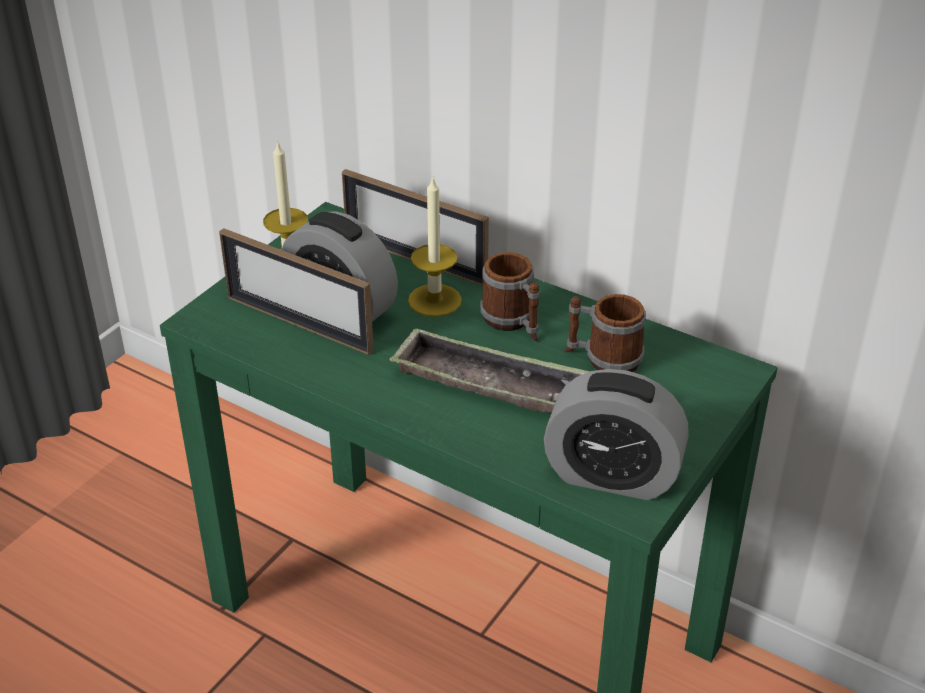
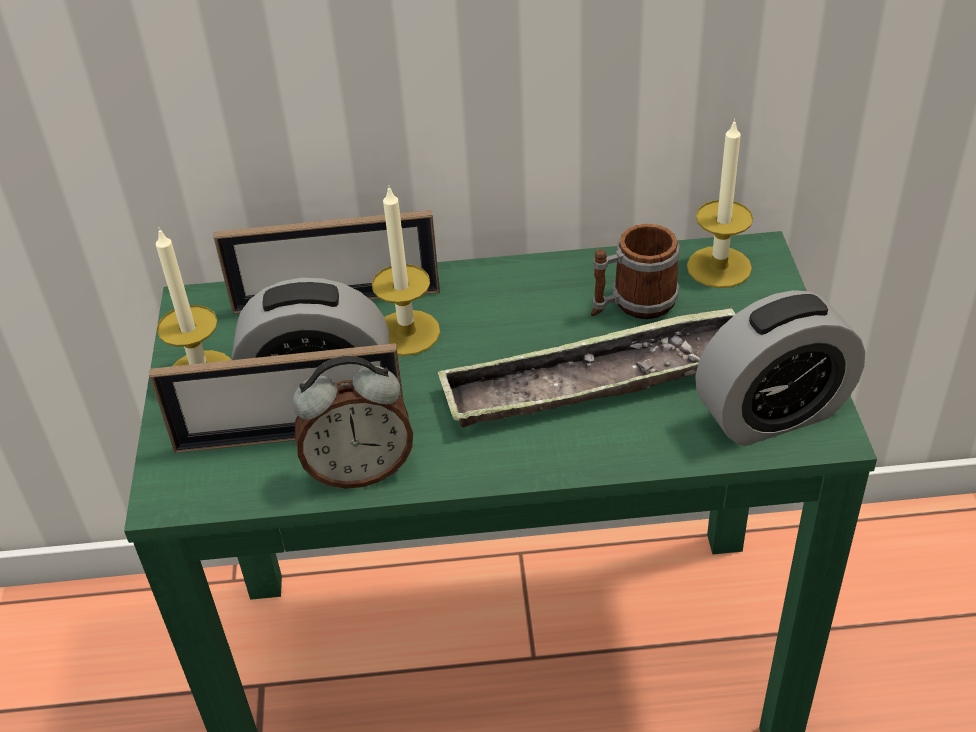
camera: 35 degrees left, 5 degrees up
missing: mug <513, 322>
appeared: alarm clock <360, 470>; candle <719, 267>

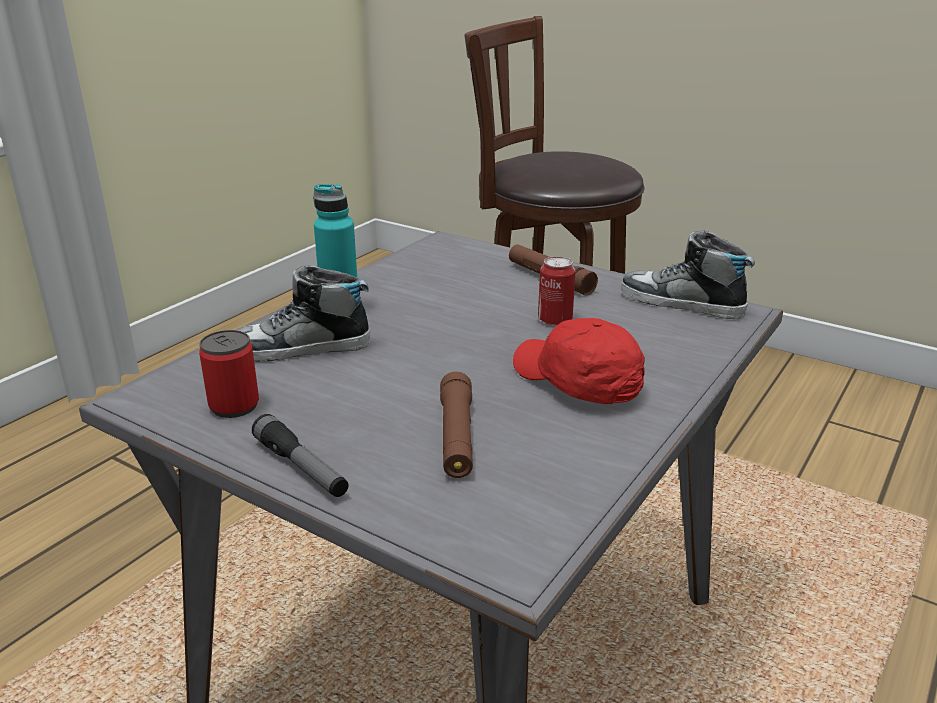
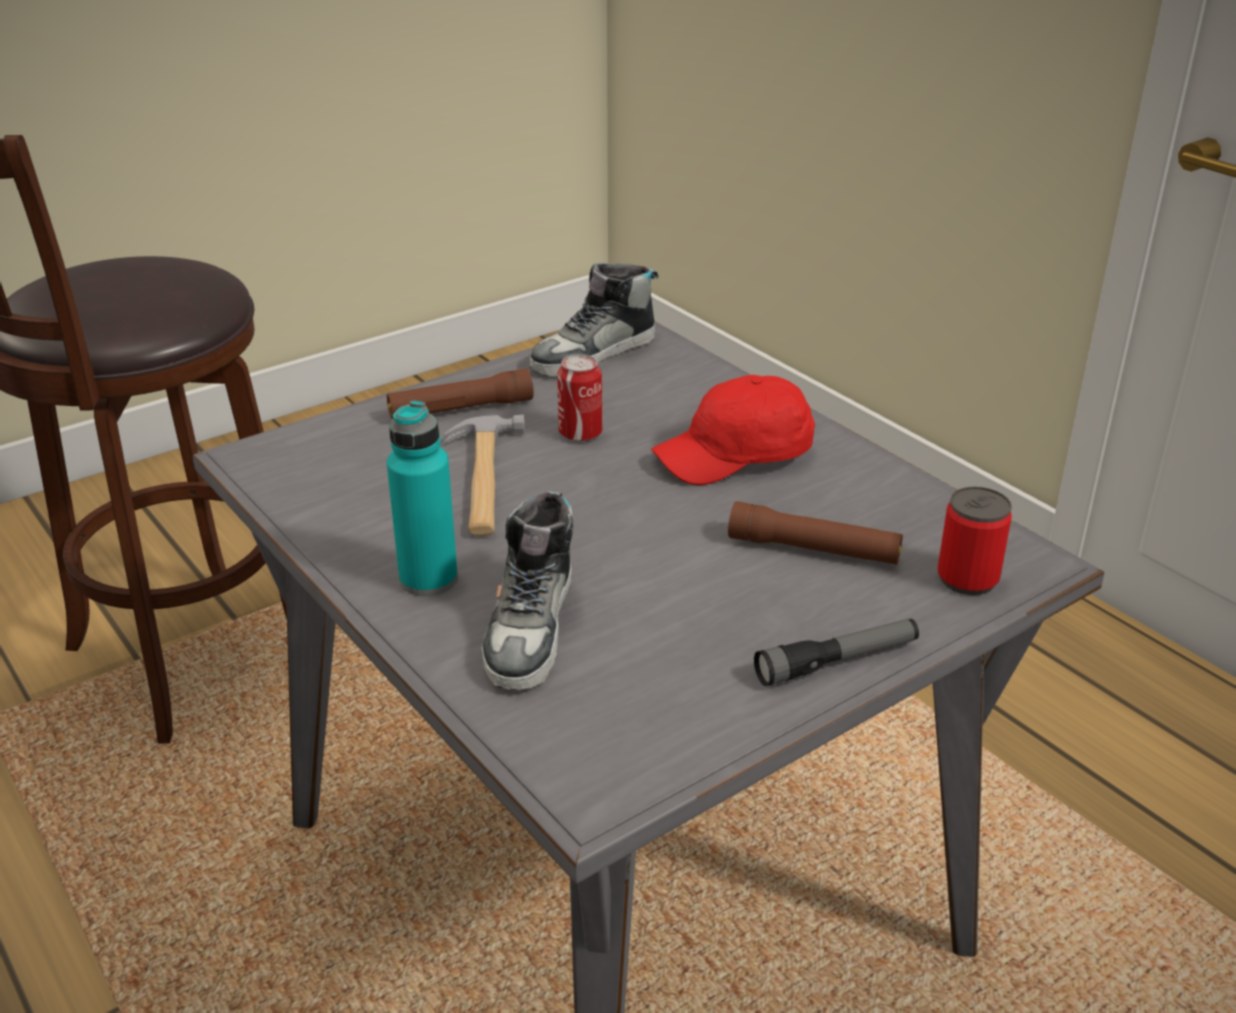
camera: 70 degrees left, 5 degrees up
appeared: hammer <482, 480>
relocated: can <234, 406> to <967, 579>

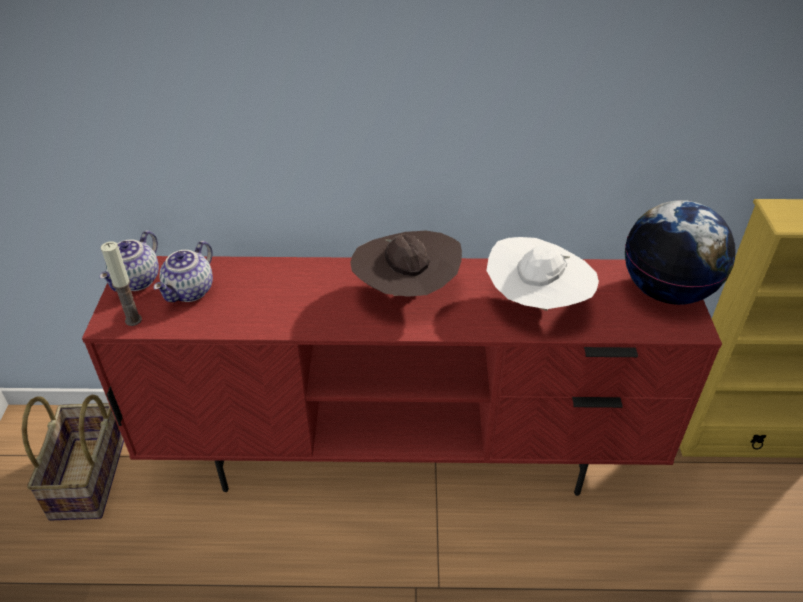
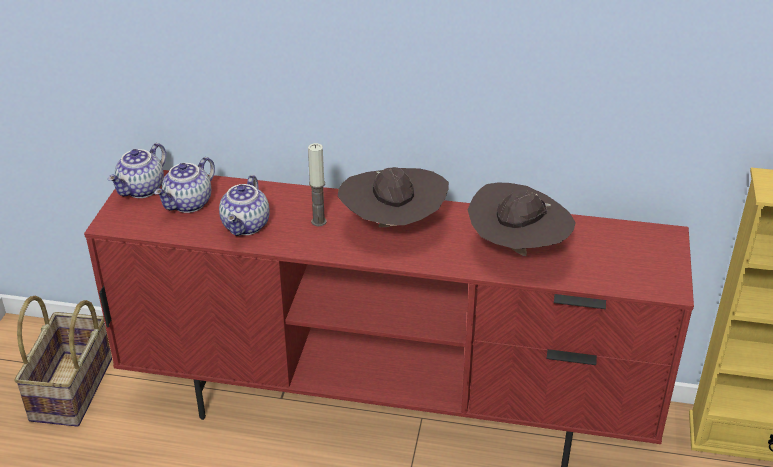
camera: 10 degrees right, 5 degrees down
missing: globe <667, 291>
appeared: teapot <247, 226>
relocated: candle <133, 320> to <319, 221>
colour: white hat <536, 304> to brown hat <517, 250>

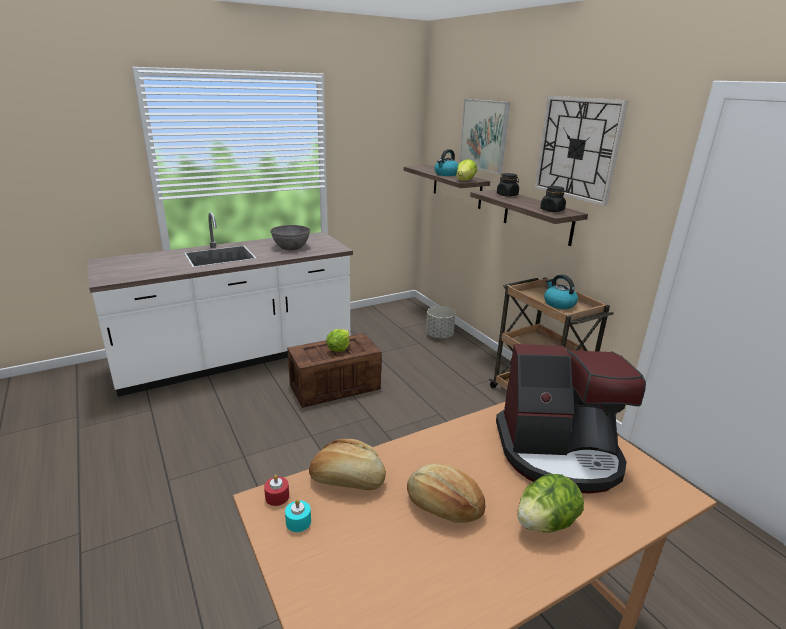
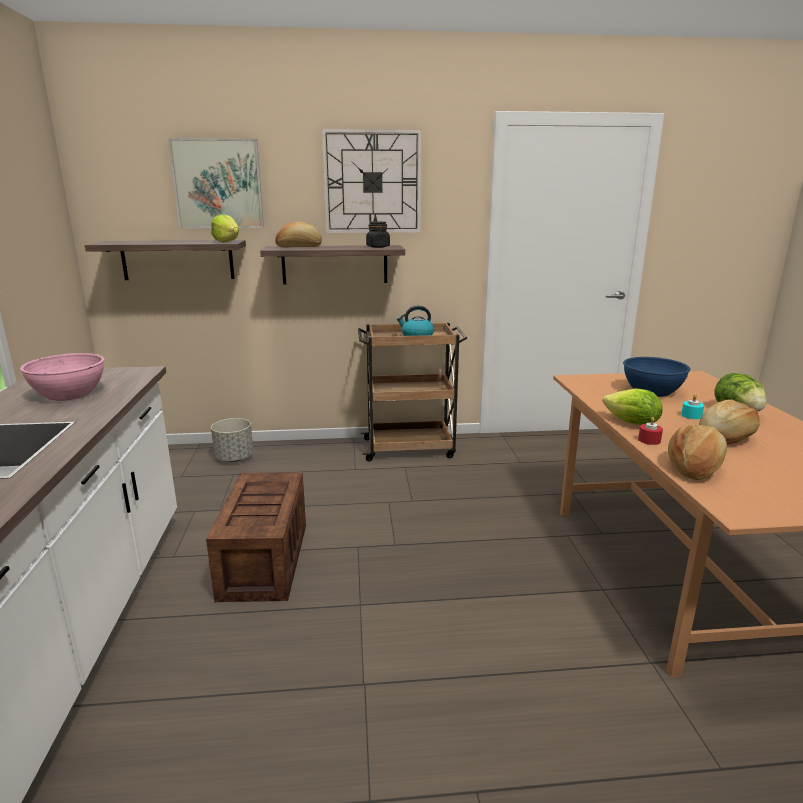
camera: 65 degrees left, 5 degrees down
missing: kettle <446, 174>
relocated: red candle <277, 496> to <649, 440>; turquoise candle <298, 522> to <691, 415>; lettuce <338, 348> to <632, 423>
exchanged: coffee machine <559, 453> to blue bowl <652, 391>; black jar <507, 195> to bread <299, 247>
colour: grey bowl <291, 247> to pink bowl <69, 394>

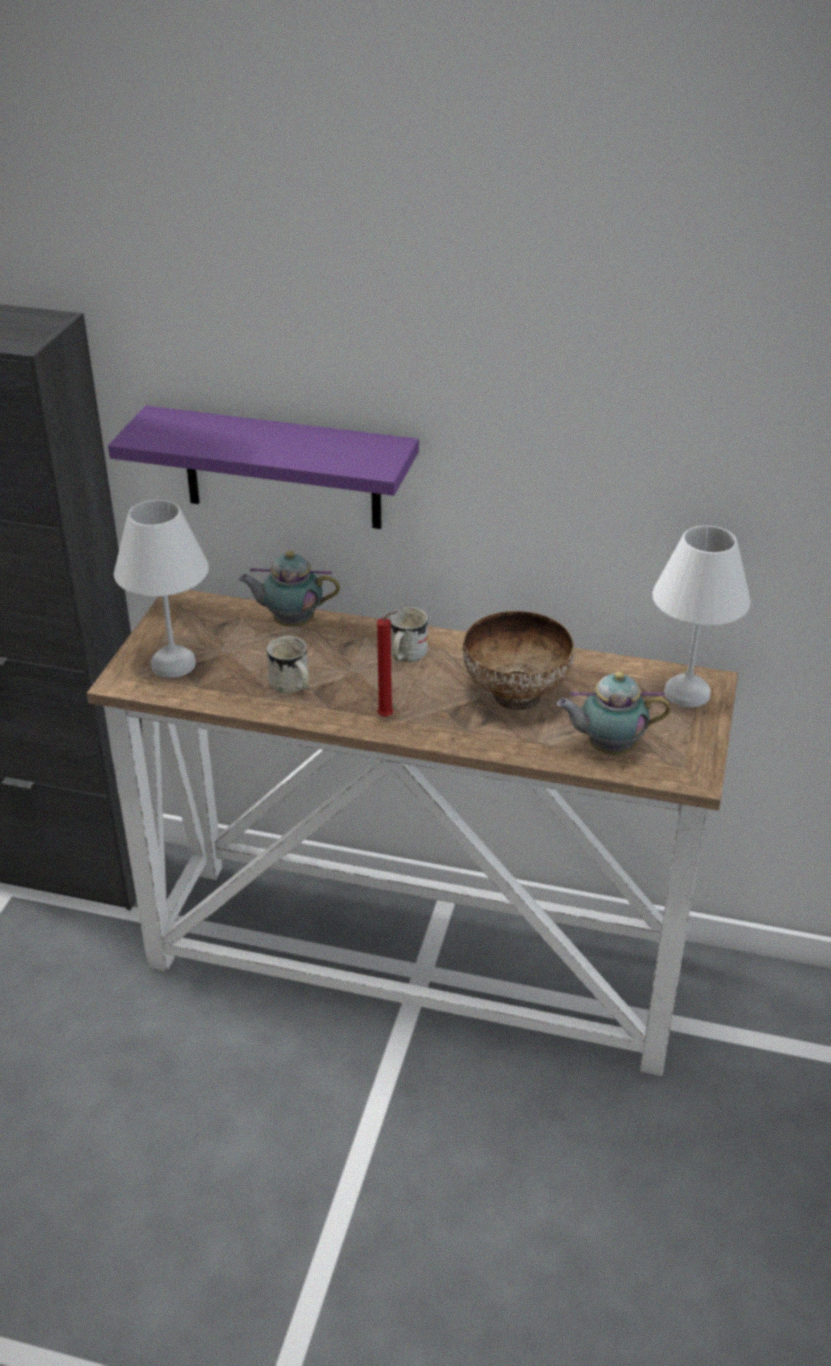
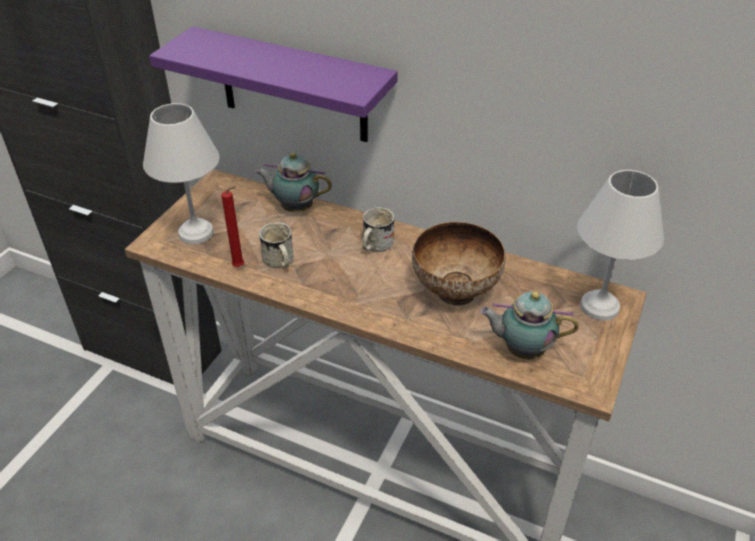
camera: 10 degrees right, 5 degrees up
relocated: red candle <388, 717> to <240, 267>

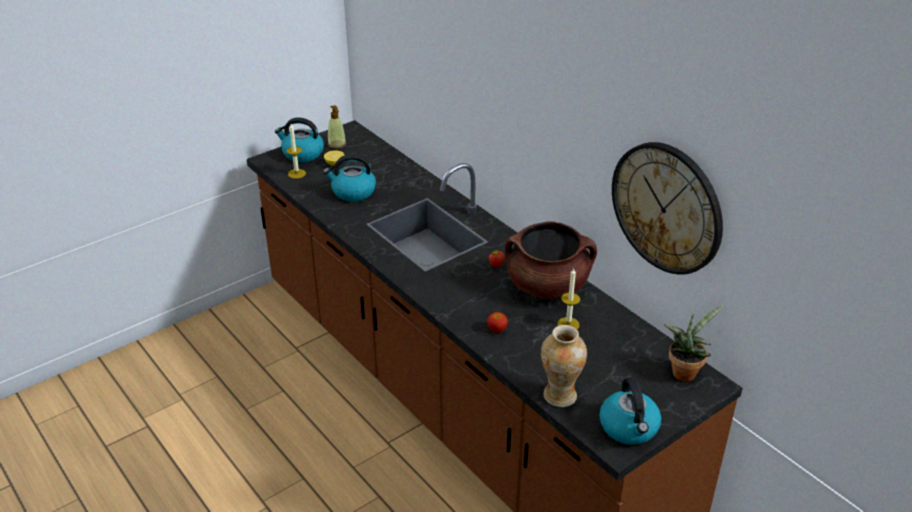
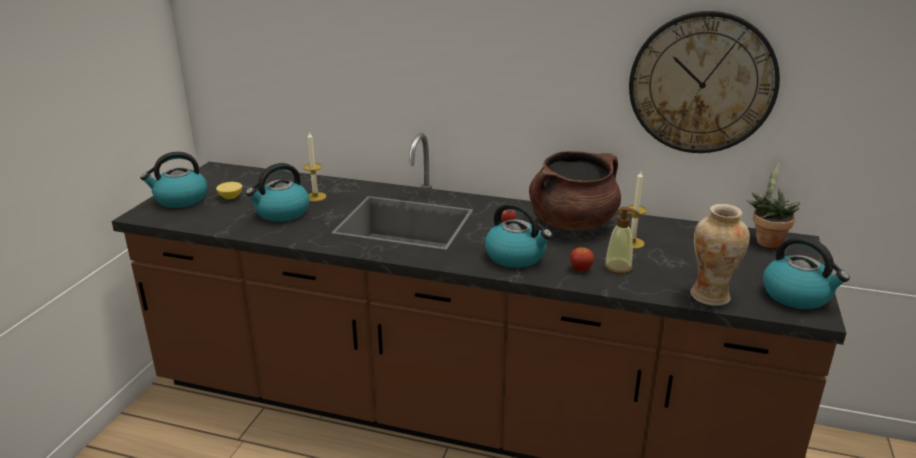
camera: 35 degrees left, 10 degrees down
appeared: kettle <516, 256>
relocated: candle <296, 173> to <315, 197>; soap dispenser <337, 145> to <618, 267>

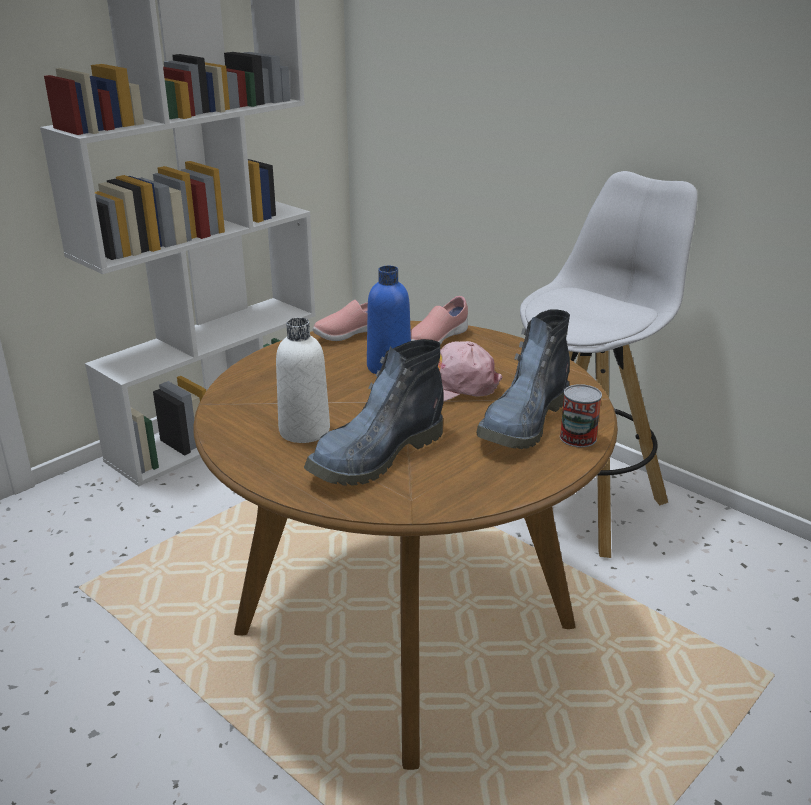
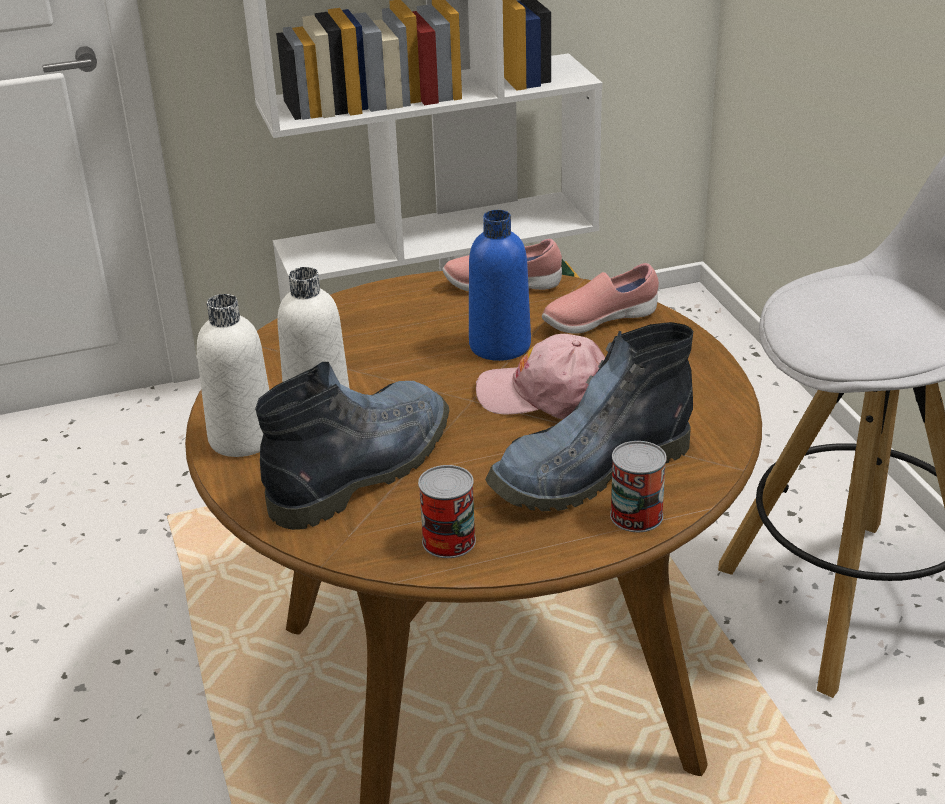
camera: 30 degrees right, 5 degrees up
appeared: white bottle <242, 438>; can <449, 541>
spun: boot <376, 457> = <363, 467> 150 degrees clockwise

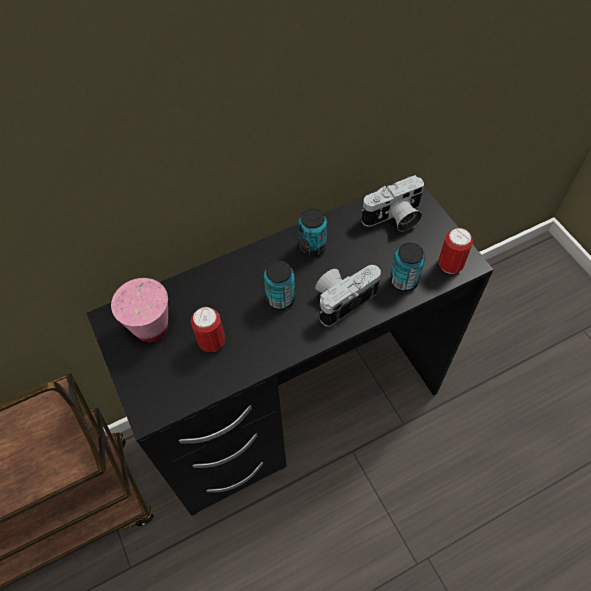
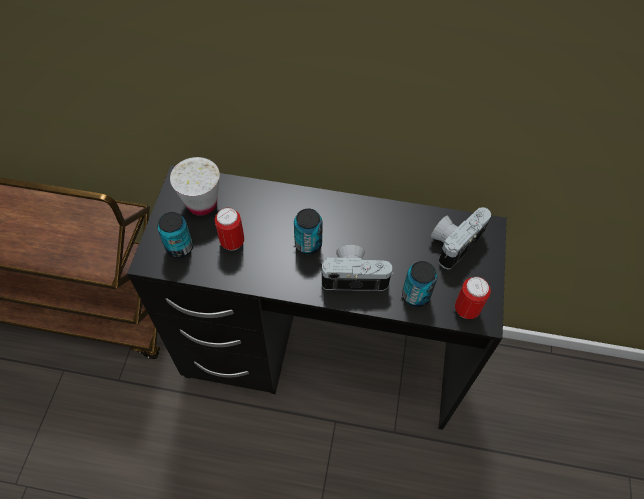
camera: 35 degrees right, 0 degrees up
relocated: can <312, 247> to <179, 247>
colour: pink cup <151, 327> to white cup <202, 204>
spun: photo camera <394, 218> = <454, 242> 120 degrees clockwise

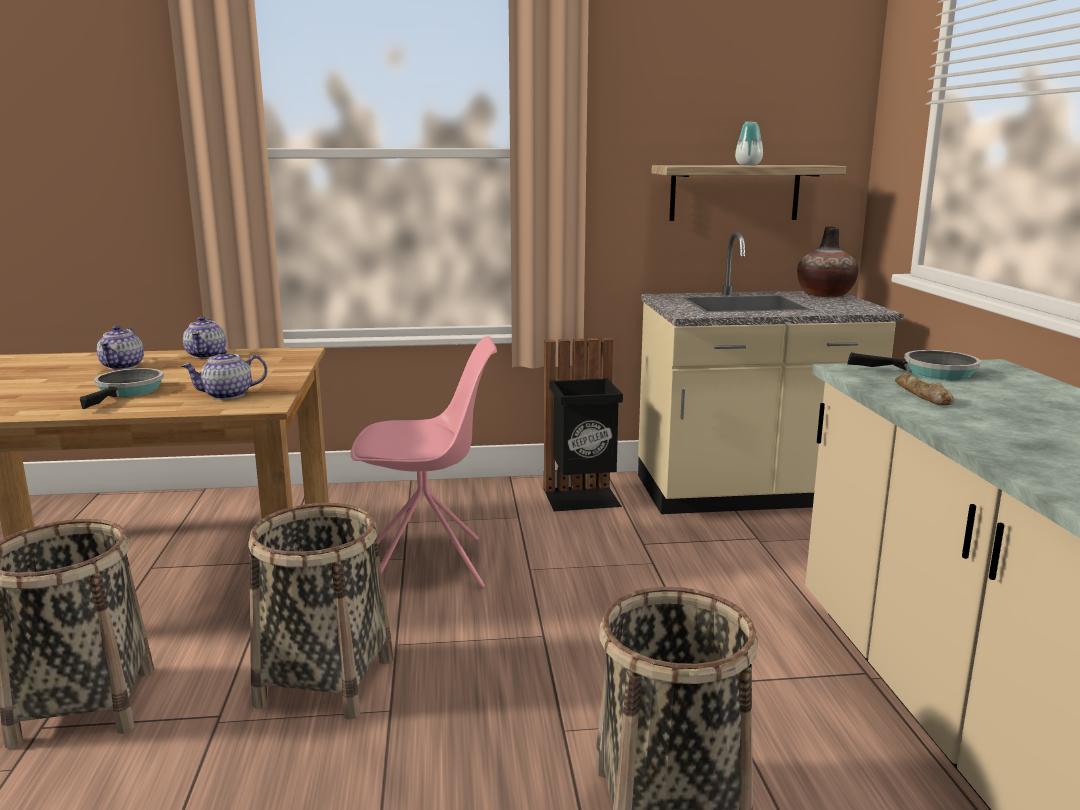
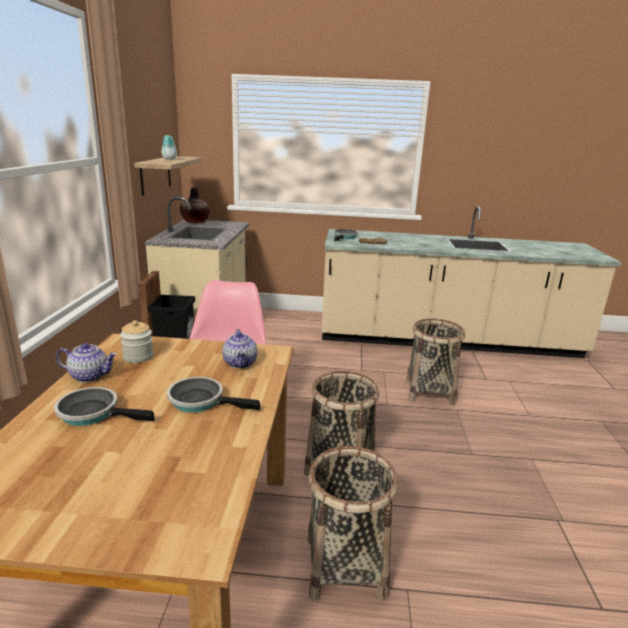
camera: 80 degrees left, 5 degrees up
appeared: jar <138, 357>
exchanged: teapot <123, 366> to frying pan <93, 413>

